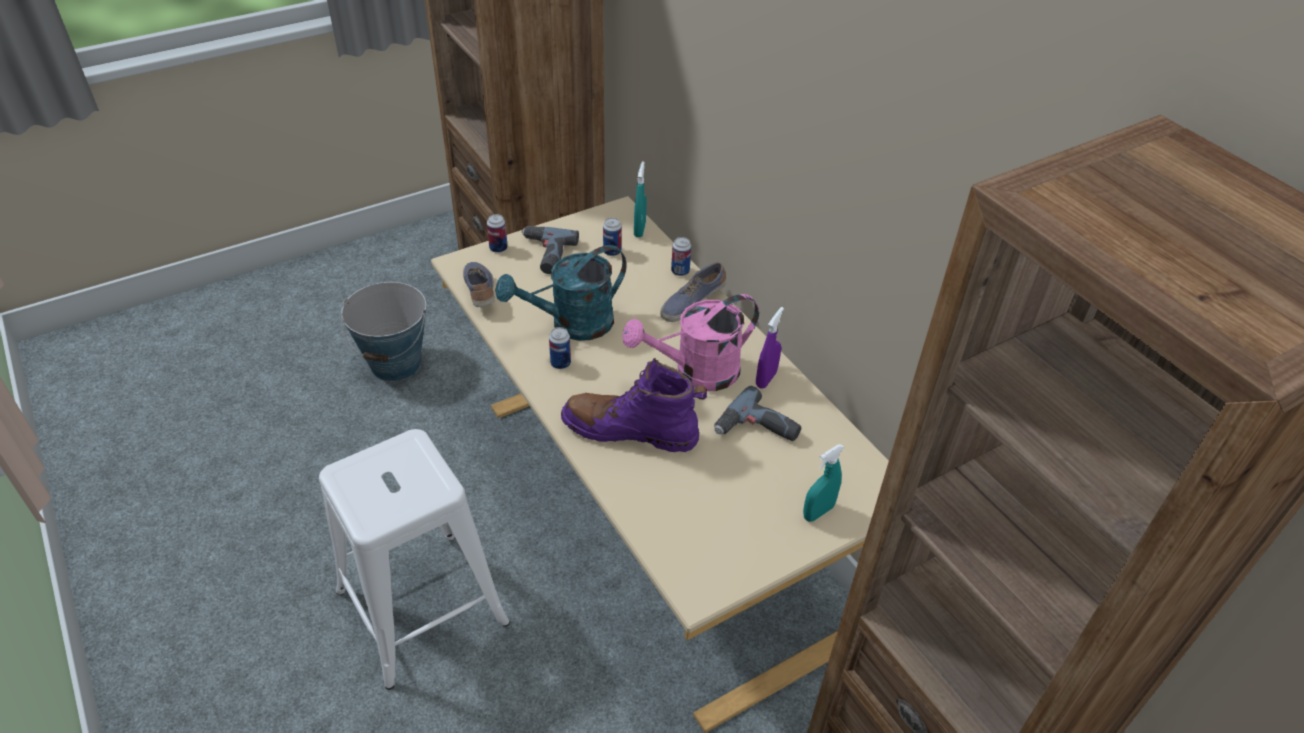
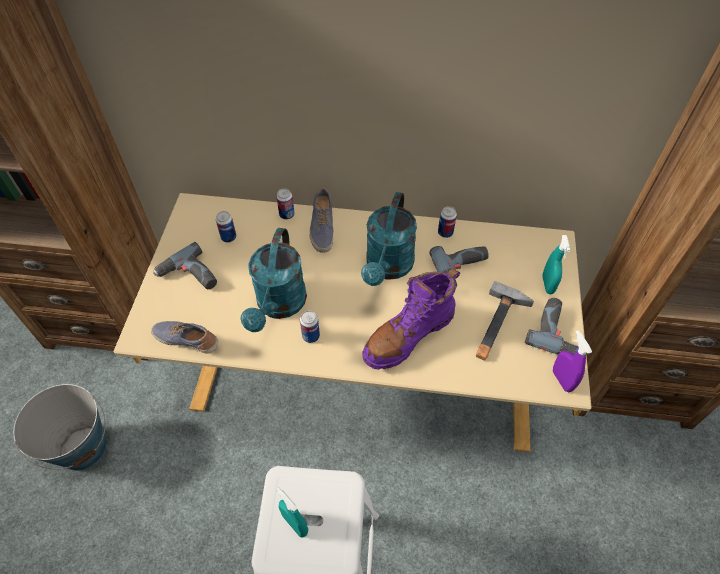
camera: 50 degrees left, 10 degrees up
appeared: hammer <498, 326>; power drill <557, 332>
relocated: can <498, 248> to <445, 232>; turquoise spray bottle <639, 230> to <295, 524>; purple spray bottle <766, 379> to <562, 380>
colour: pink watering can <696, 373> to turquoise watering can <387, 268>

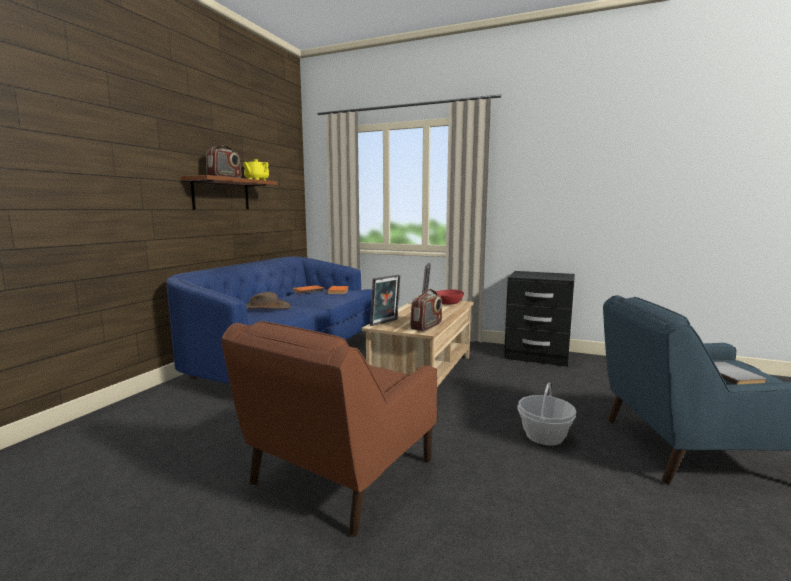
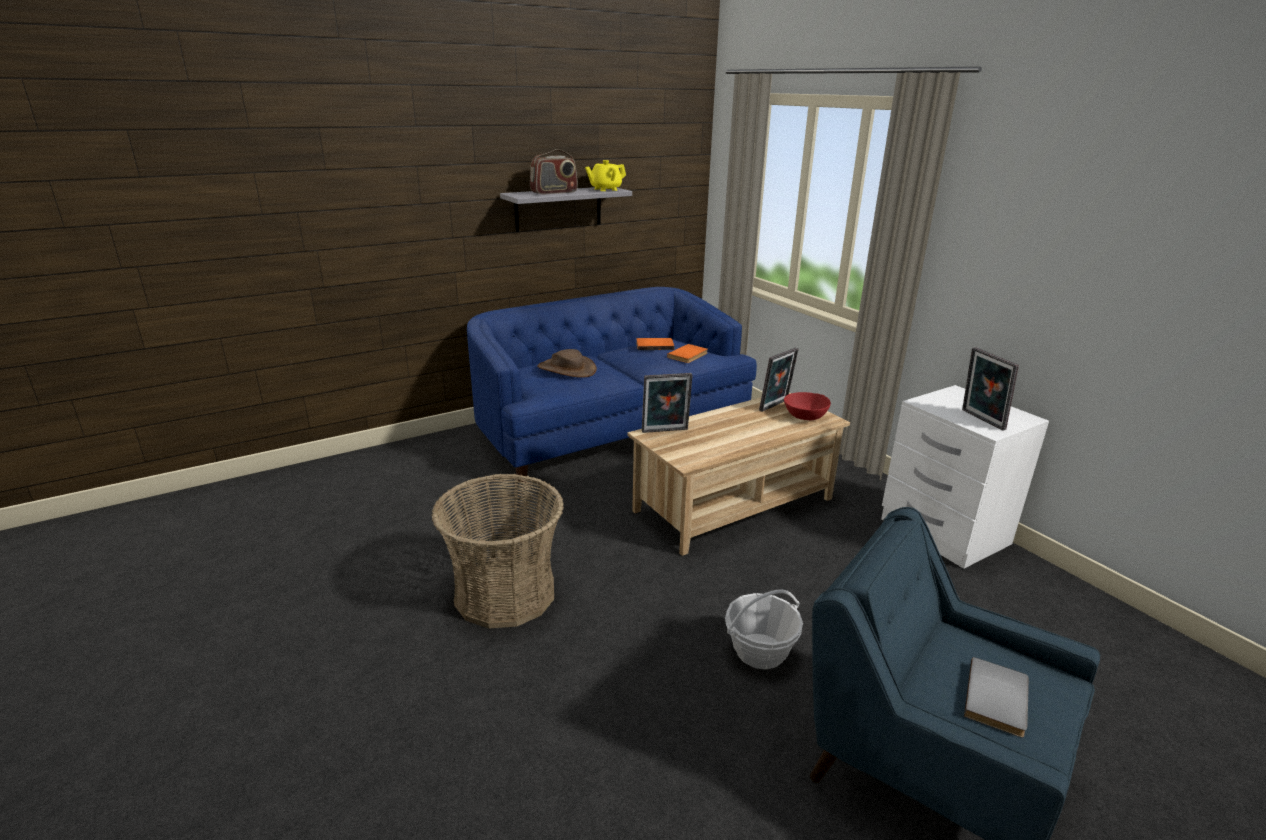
camera: 35 degrees right, 15 degrees up
missing: radio <426, 326>
appeared: picture frame <980, 420>
exchanged: brown armchair <340, 475> to basket <504, 593>
colour: brown shelf <221, 194> to grey shelf <558, 209>; black nightstand <537, 356> to white nightstand <943, 532>

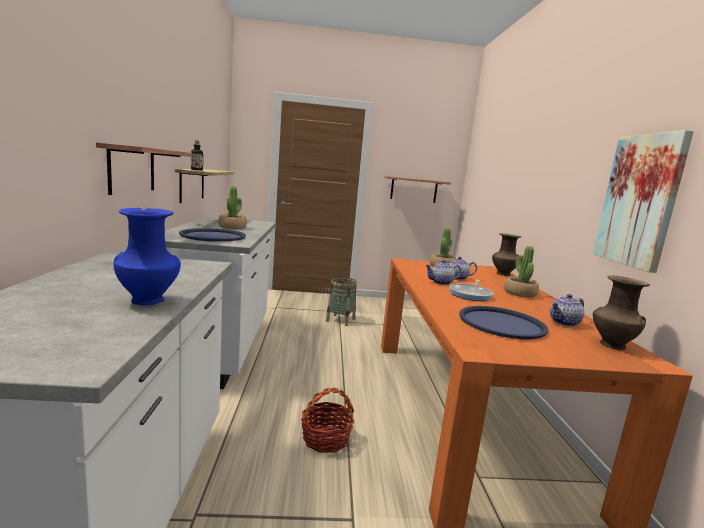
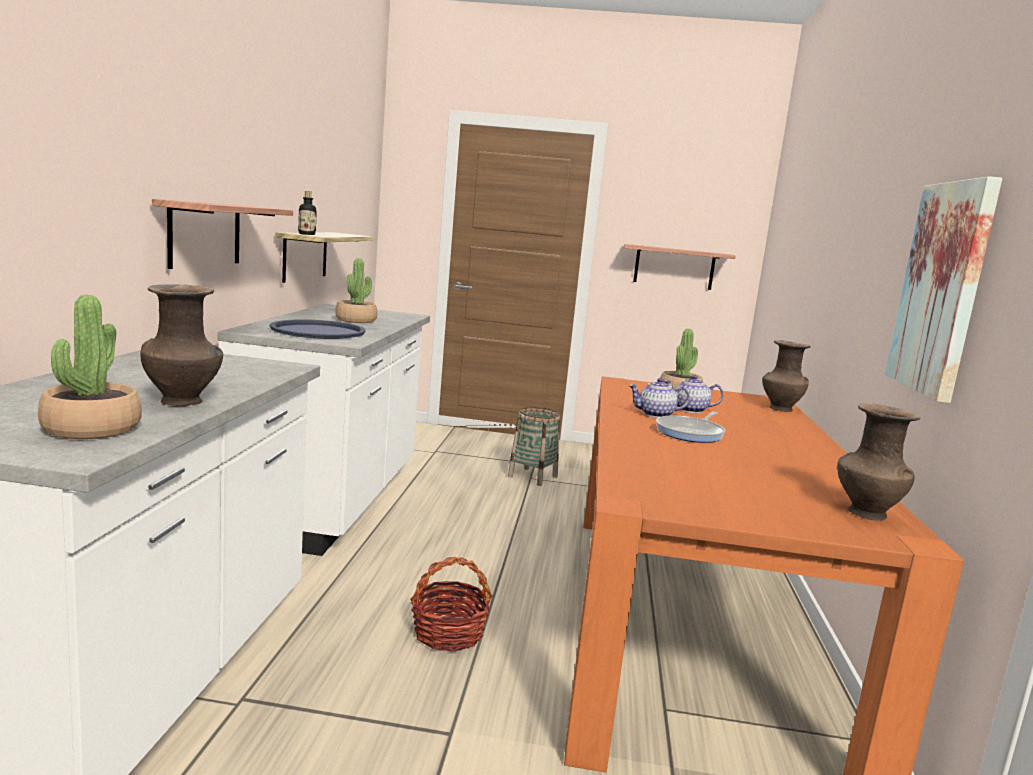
camera: 10 degrees right, 0 degrees up
missing: blue tray <501, 323>; teapot <564, 323>
relocated: potted plant <519, 293> to <91, 428>
colour: blue vase <149, 301> to brown vase <183, 402>

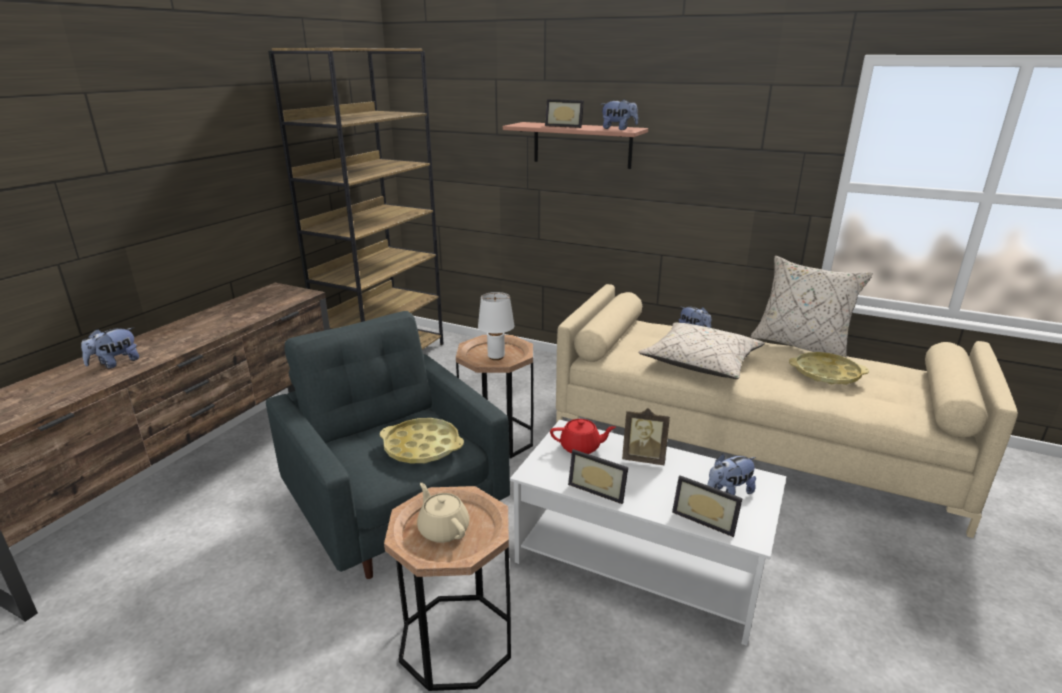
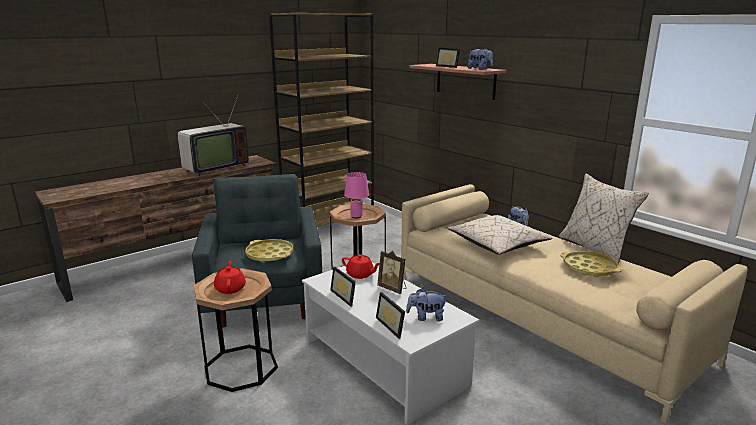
camera: 25 degrees right, 5 degrees down
missing: plush toy <115, 363>
appeared: television <213, 168>
colour: beige teapot <443, 529> to red teapot <230, 288>; white table lamp <496, 356> to pink table lamp <356, 216>

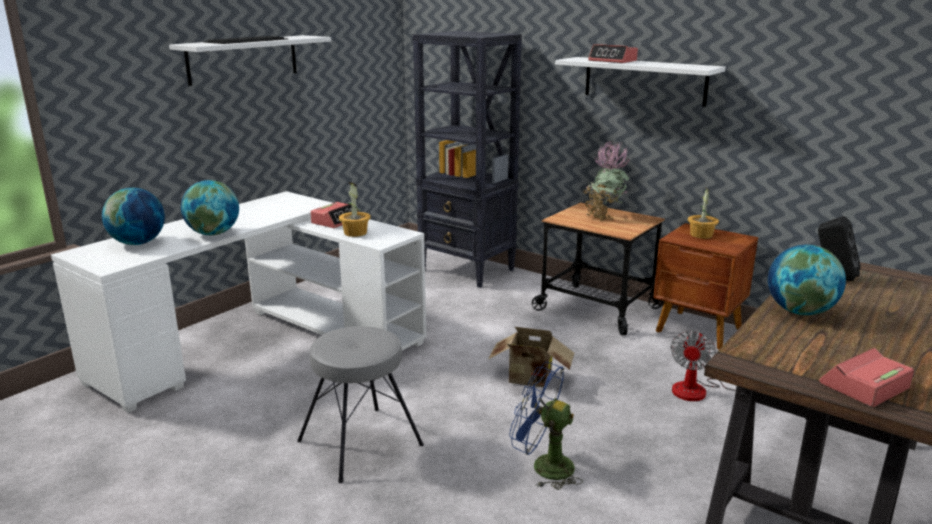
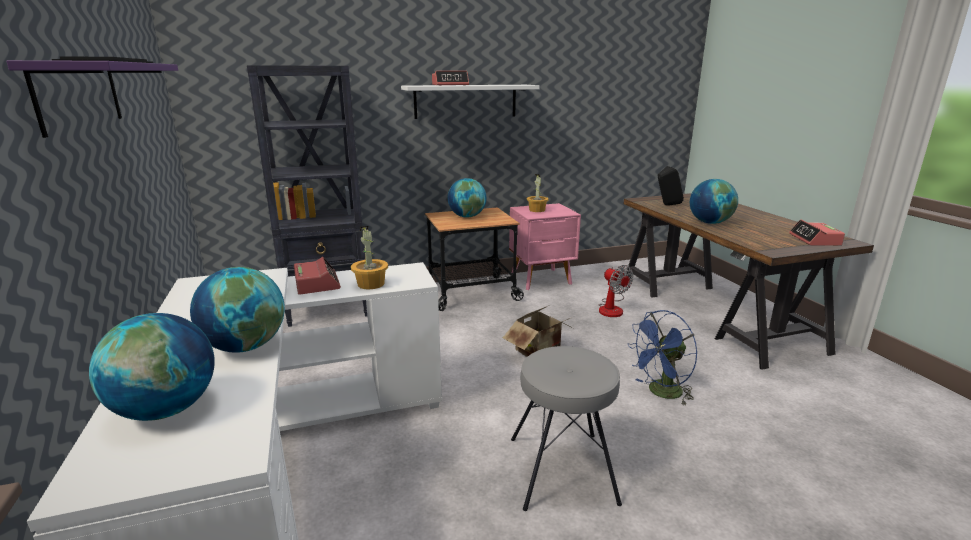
camera: 55 degrees left, 0 degrees up
exchanged: potted plant <603, 217> to globe <467, 216>
colour: white shelf <243, 59> to purple shelf <79, 95>; brown nightstand <699, 330> to pink nightstand <542, 279>

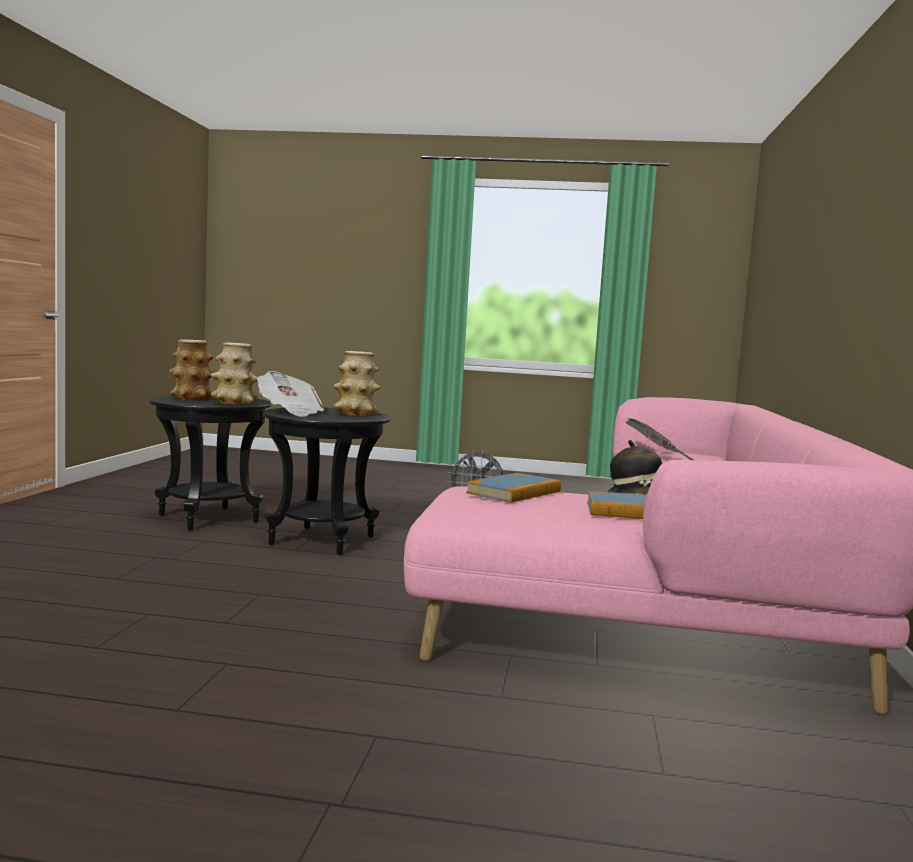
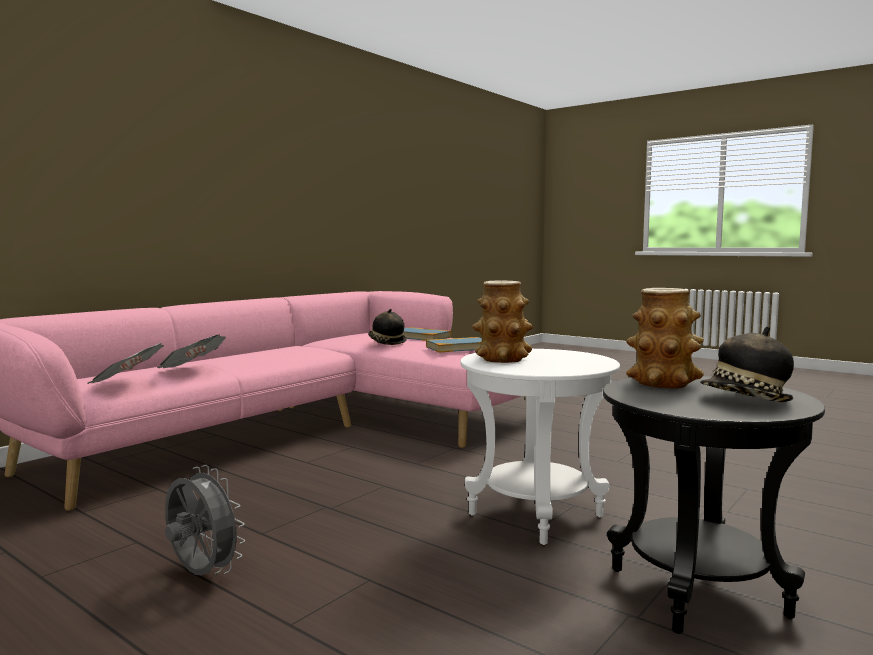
camera: 150 degrees left, 0 degrees up
missing: newspaper <290, 412>
exchanged: vase <192, 398> to hat <746, 400>
colour: black side table <322, 541> to white side table <535, 515>

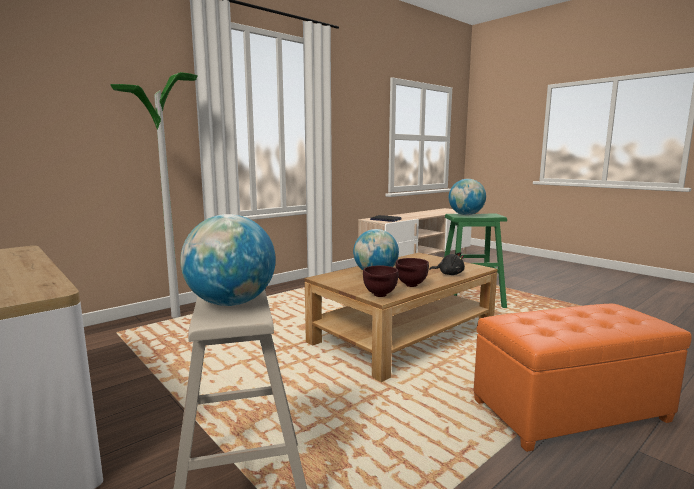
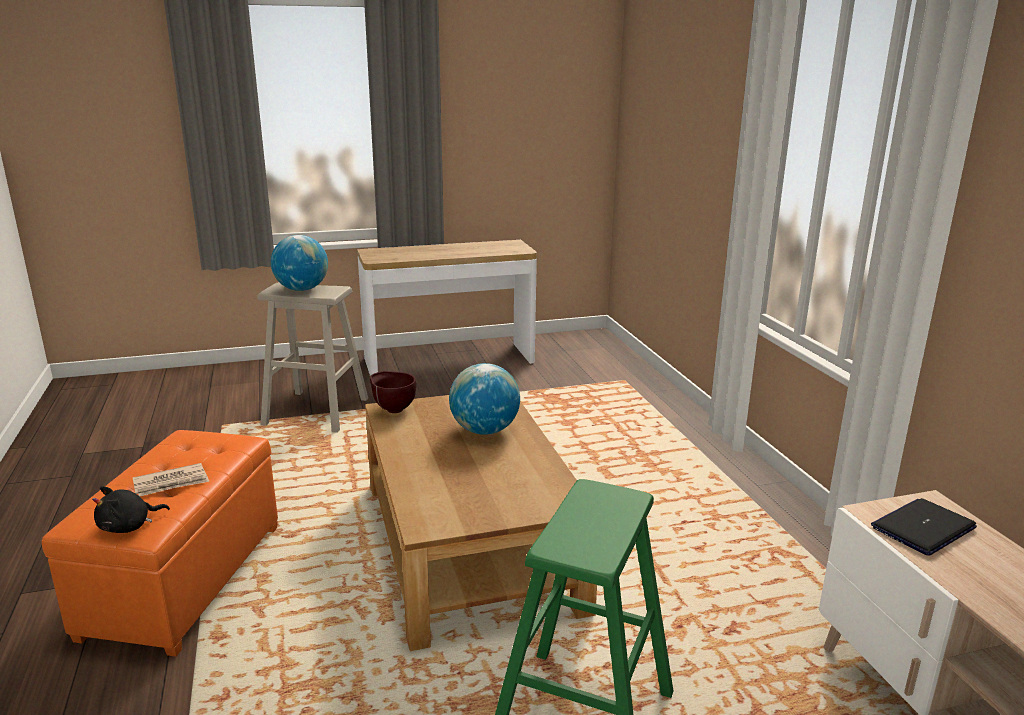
camera: 115 degrees right, 10 degrees up
missing: floor lamp <176, 316>; brown bowl <410, 285>; globe <466, 215>
appeared: newspaper <171, 483>
relocated: black plush toy <449, 274> to <129, 526>

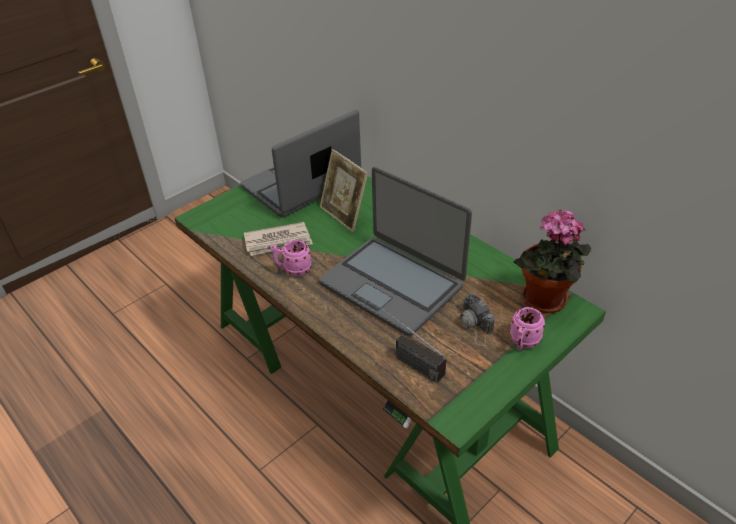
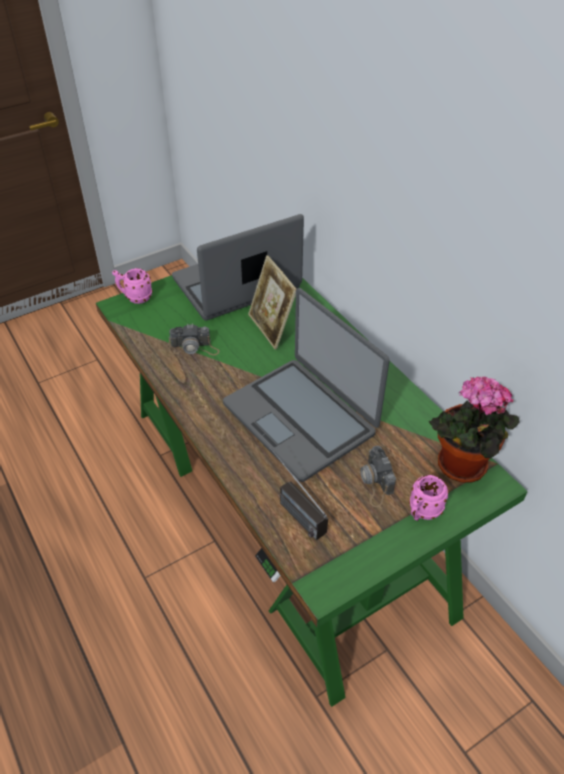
camera: 10 degrees right, 5 degrees up
relocated: pink mug <293, 270> to <135, 297>
exchanged: newspaper <278, 241> to photo camera <194, 348>

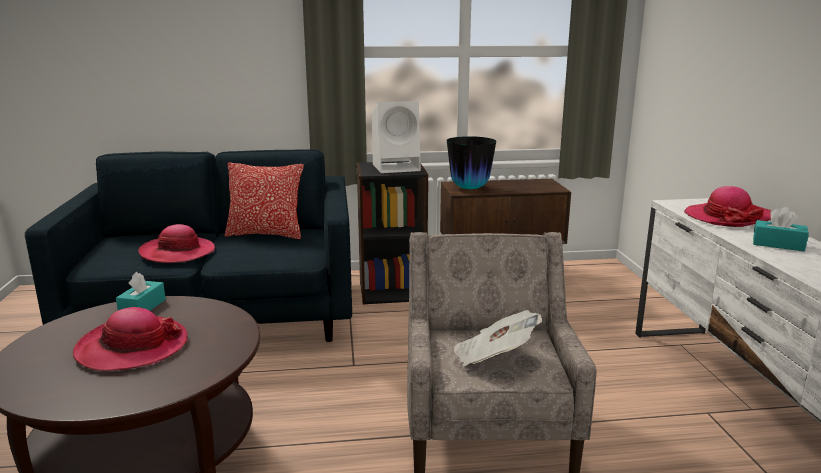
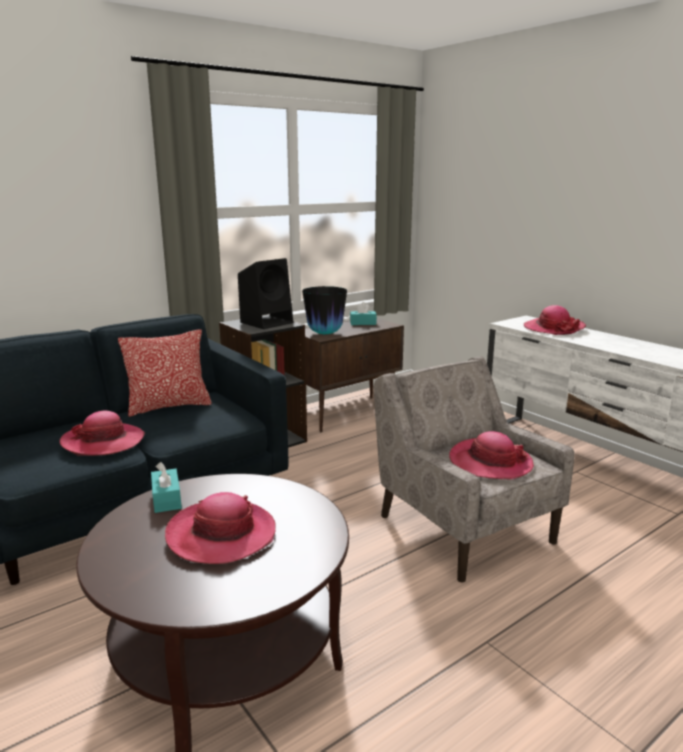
camera: 30 degrees left, 0 degrees up
relocated: turquoise tissue box <778, 244> to <363, 323>
exchanged: newspaper <493, 358> to hat <490, 462>
colour: white speaker <397, 167> to black speaker <267, 322>

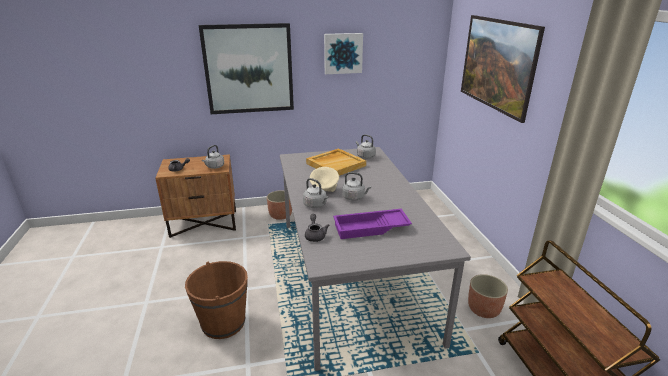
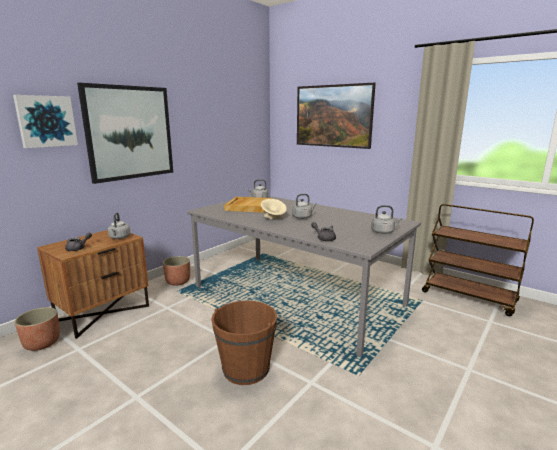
camera: 40 degrees left, 10 degrees down
missing: purple tray <371, 228>
relocated: grey kettle <316, 205> to <383, 232>; picture <343, 53> to <46, 121>; planter <484, 309> to <42, 343>

